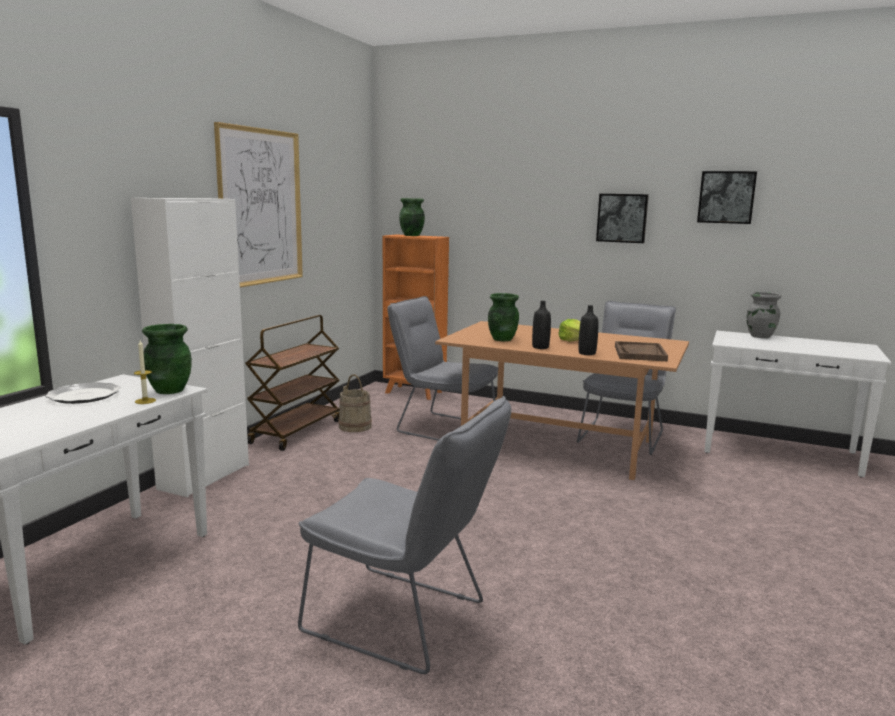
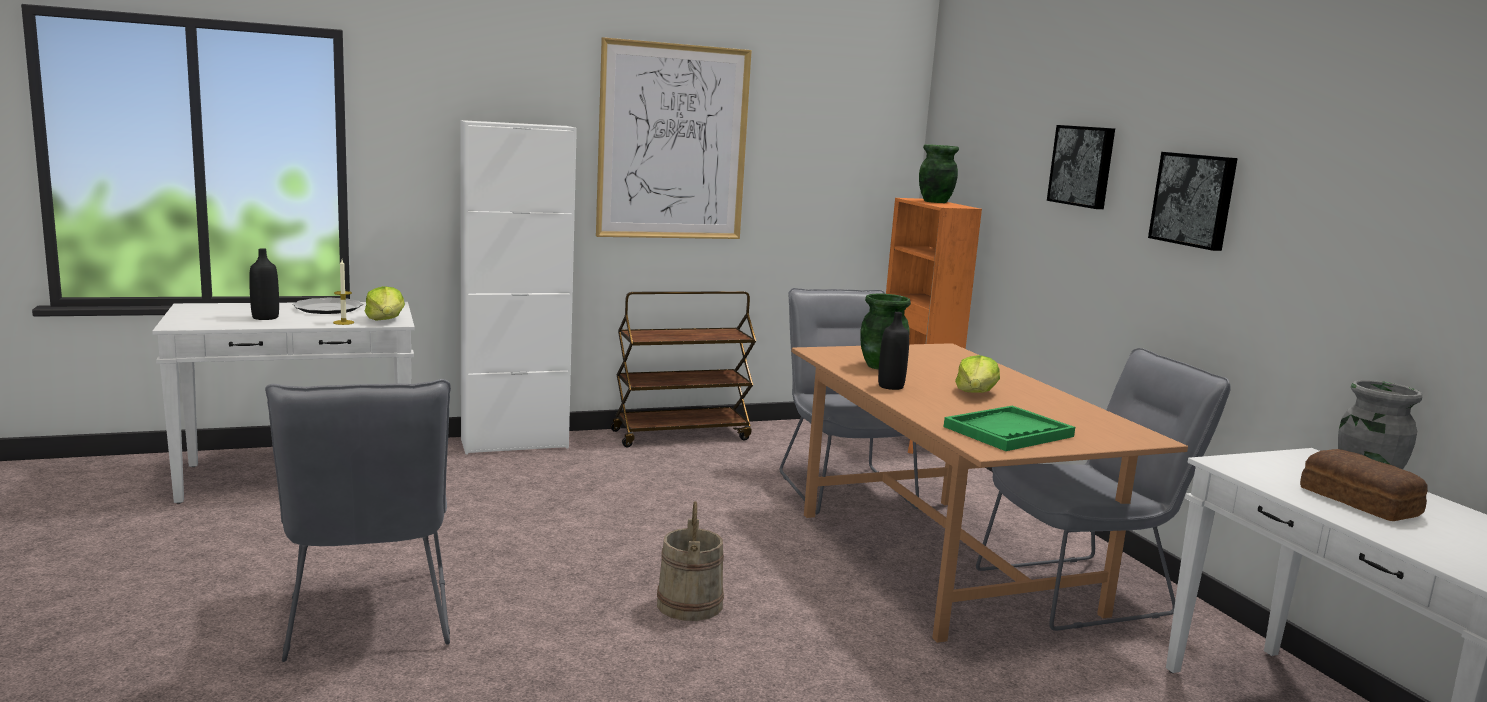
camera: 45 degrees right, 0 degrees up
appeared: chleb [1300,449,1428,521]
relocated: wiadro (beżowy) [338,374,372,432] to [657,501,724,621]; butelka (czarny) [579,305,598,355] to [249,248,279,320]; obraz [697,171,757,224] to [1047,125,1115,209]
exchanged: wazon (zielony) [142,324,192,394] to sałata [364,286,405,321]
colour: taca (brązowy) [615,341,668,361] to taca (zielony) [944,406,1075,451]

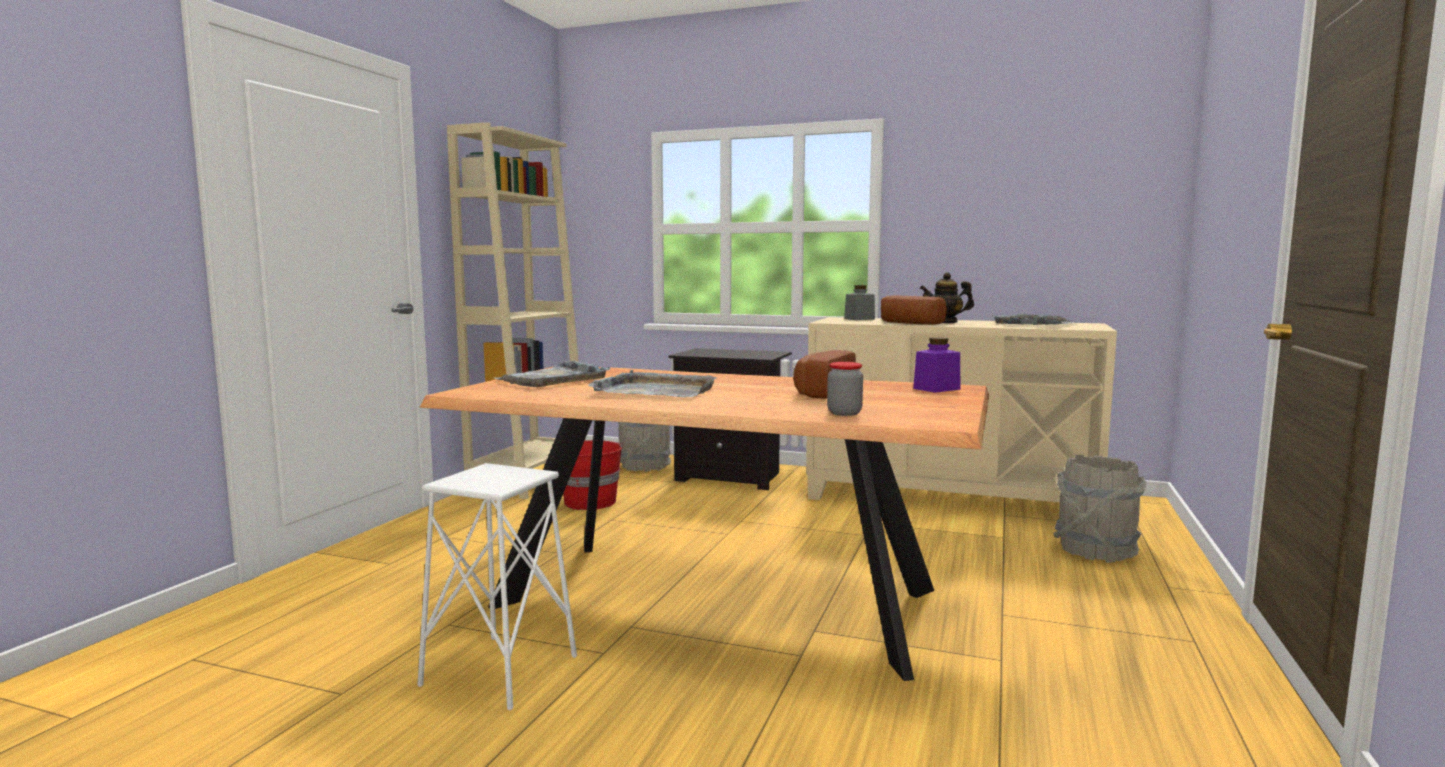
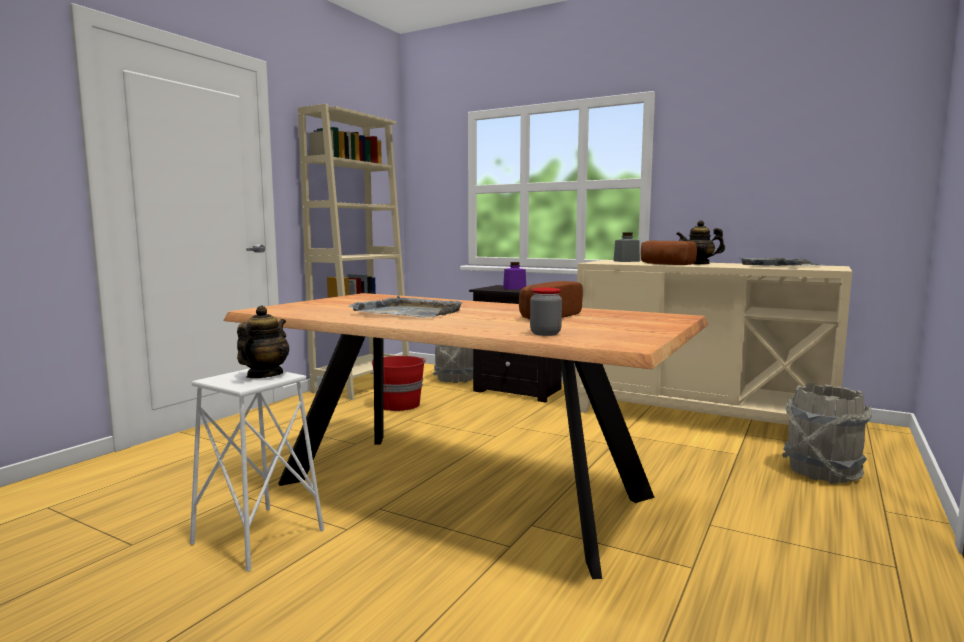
camera: 10 degrees right, 0 degrees up
missing: taca (szary) [495,361,610,387]
appeared: imbryk [237,306,289,378]
relocated: słoik (fioletowy) [913,337,960,393] to [503,262,526,290]

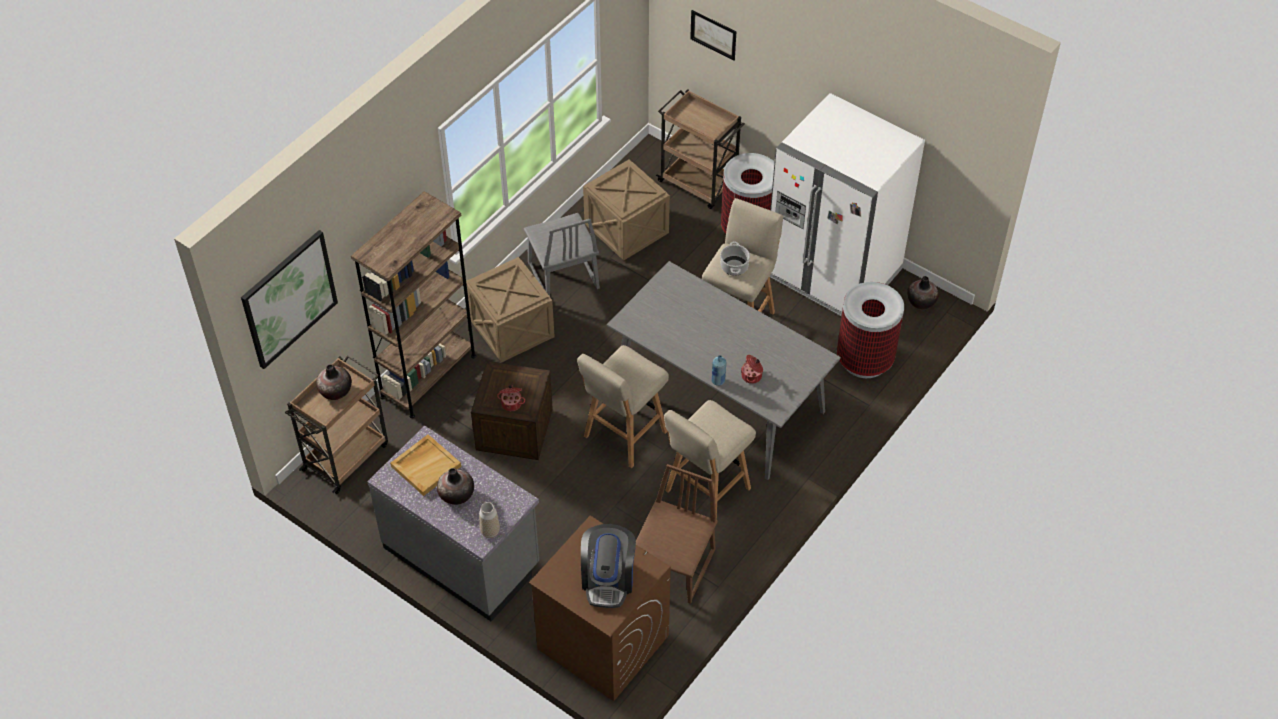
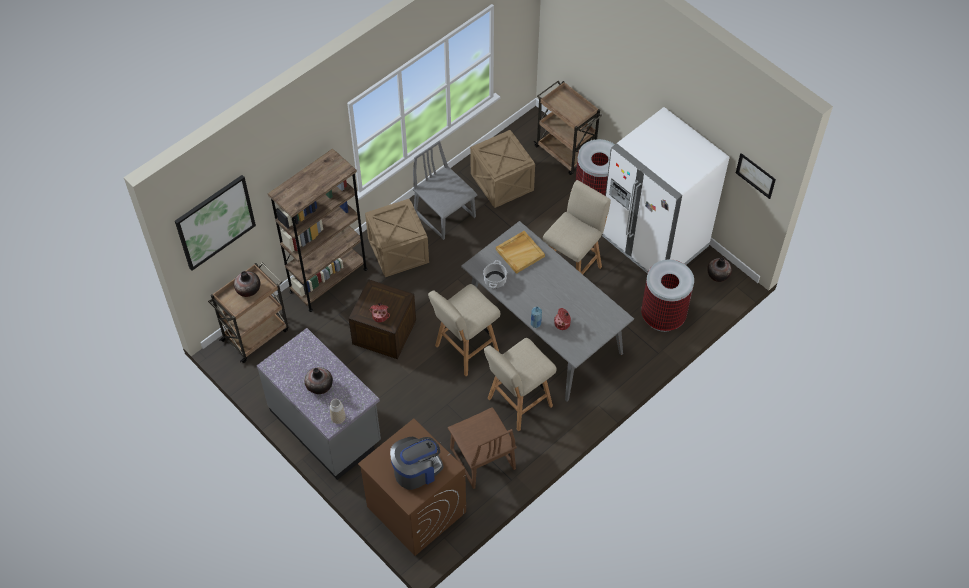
camera: 10 degrees right, 5 degrees up
relocated: taca (beżowy) [390,434,461,496] to [496,231,545,274]; obraz [690,10,736,61] to [736,153,776,199]; garnek [720,242,750,276] to [483,260,507,288]
spun: krzesło (szary) [524,213,600,296] = [413,141,478,240] 150 degrees clockwise; ekspres do kawy [581,524,636,608] = [390,436,444,490] 135 degrees counterclockwise; krzesło (brązowy) [636,464,718,604] = [448,407,517,489] 120 degrees clockwise

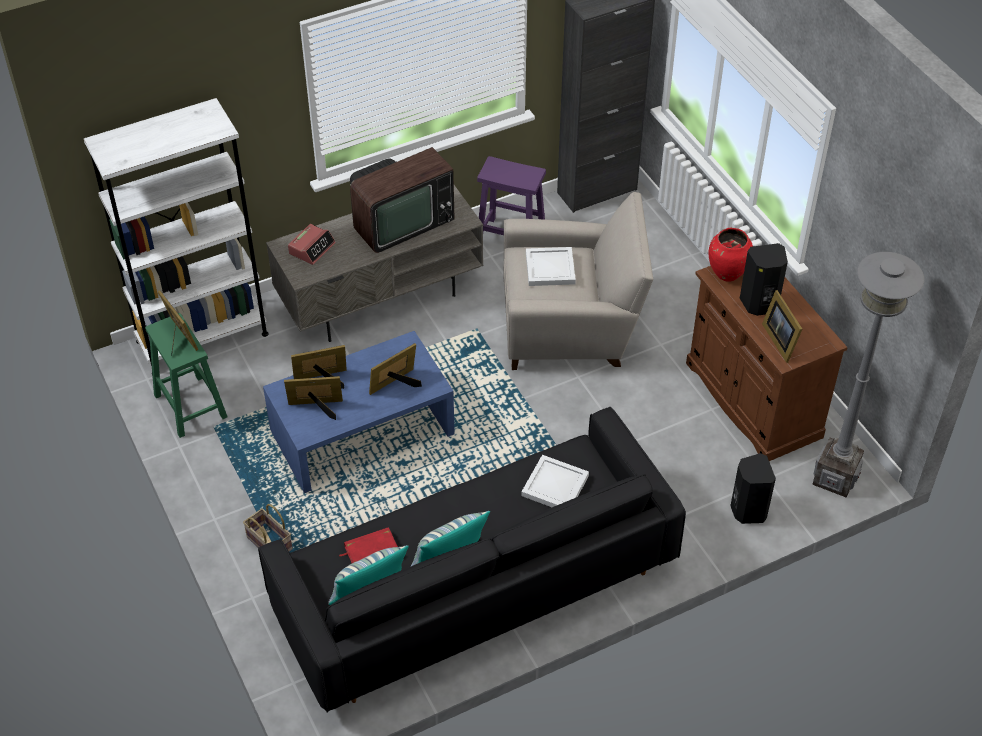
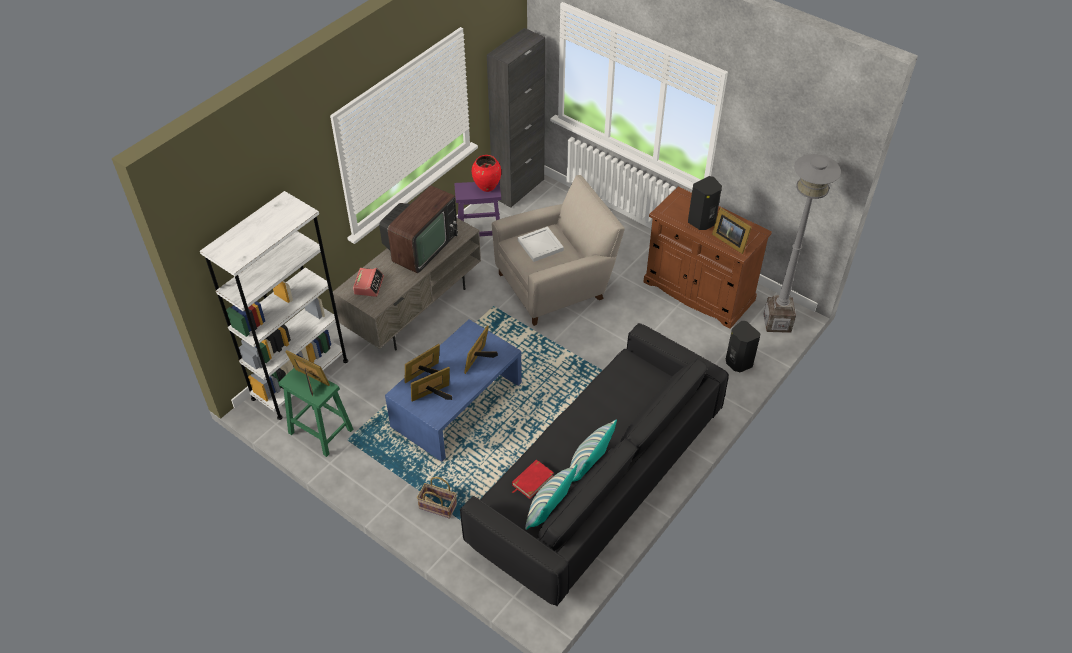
camera: 25 degrees left, 0 degrees up
missing: taca (biały) [521,455,589,507]
relocated: wazon (czerwony) [708,228,753,282] to [472,155,501,192]

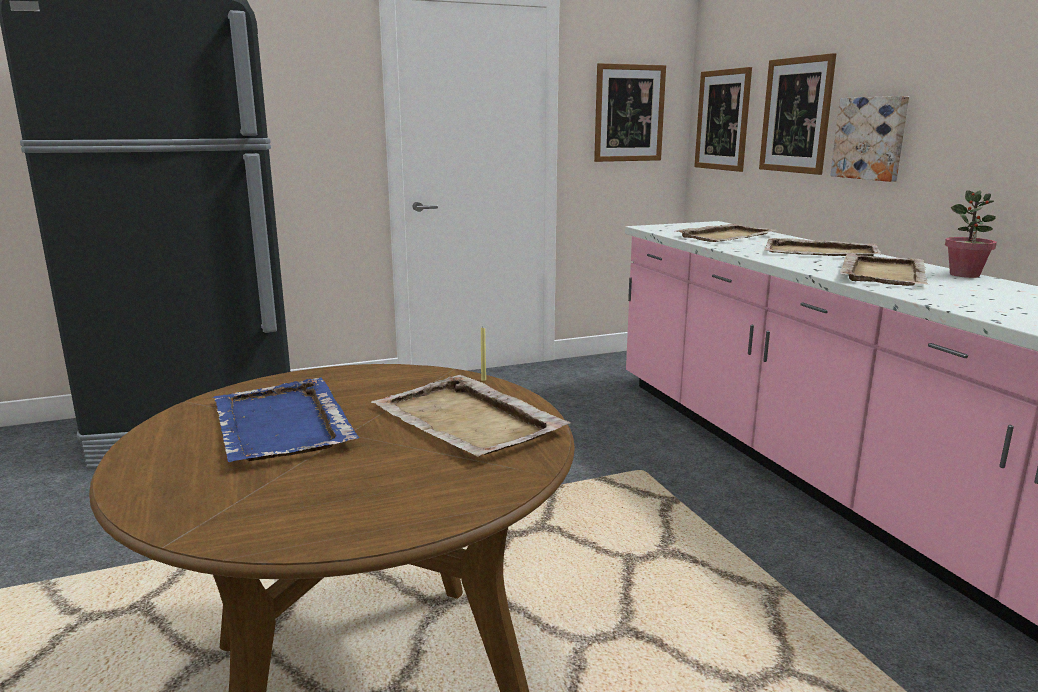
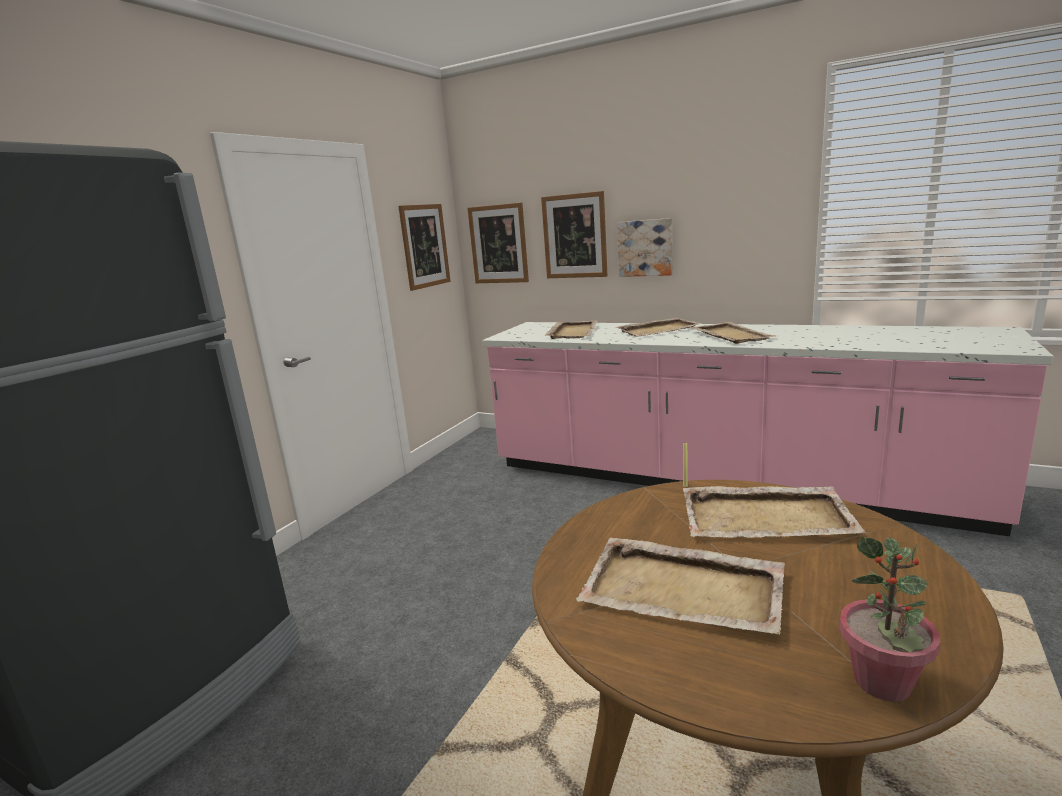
camera: 40 degrees left, 0 degrees up
relocated: roślina doniczkowa [945,190,997,278] to [839,537,940,702]
colour: taca (niebieski) [213,378,359,462] to taca (beżowy) [576,538,785,635]

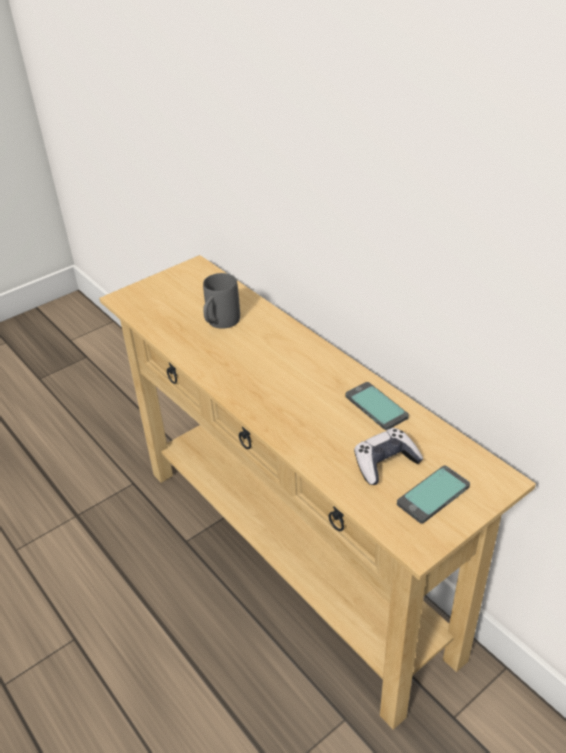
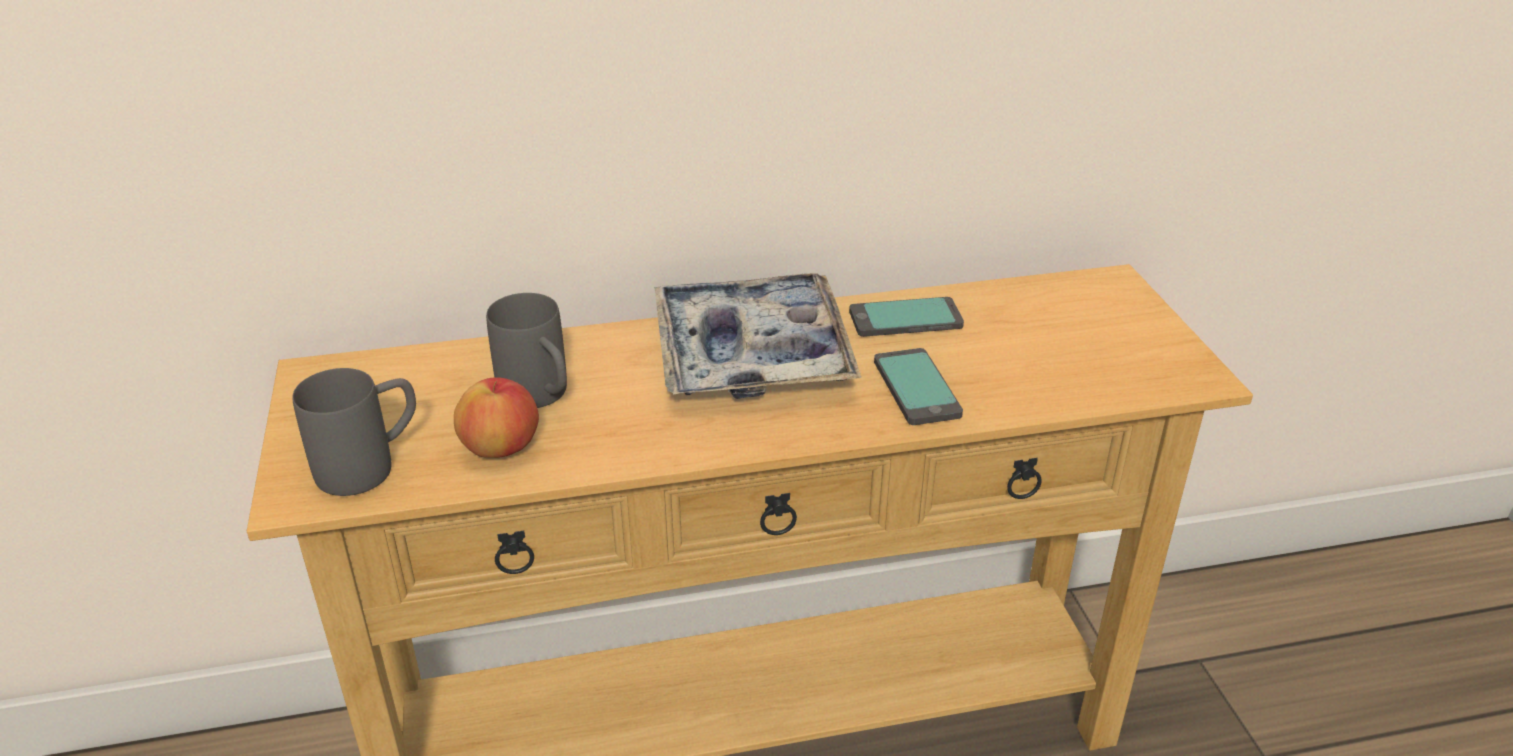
camera: 65 degrees left, 5 degrees down
missing: pad do gier [354,428,423,485]
appeared: kubek (szary) [292,368,416,496]; jabłko [454,377,539,458]; taca [654,273,861,399]
relocated: telefon [397,465,470,524] to [874,348,963,425]

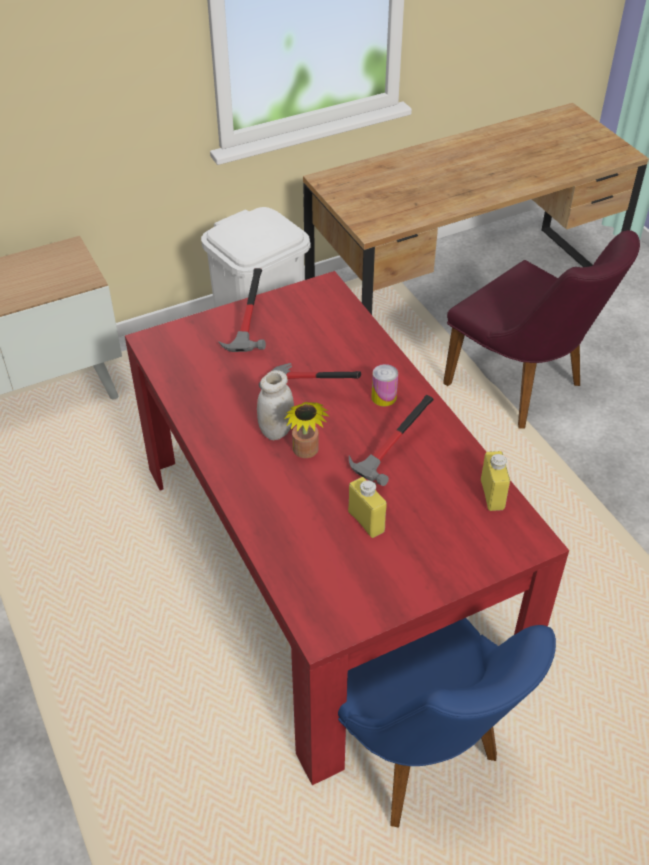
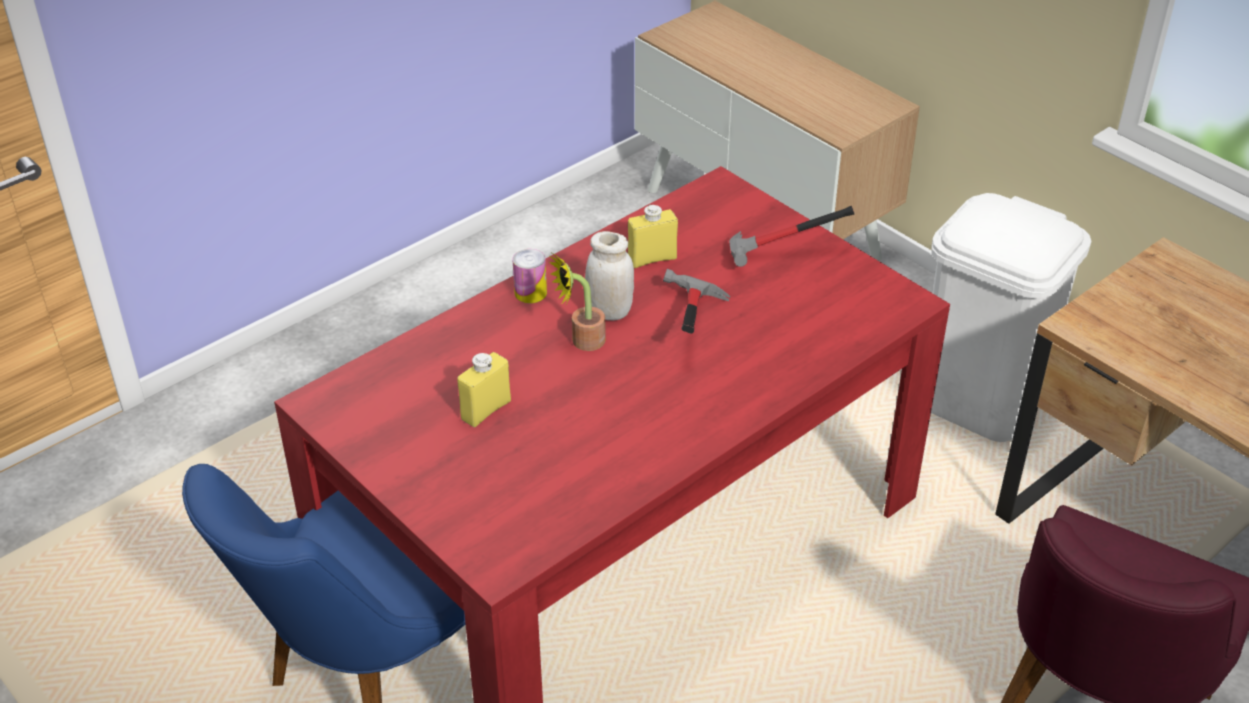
camera: 75 degrees right, 5 degrees down
missing: młotek [349,395,434,486]
relocated: puszka [372,364,398,406] to [513,249,547,303]; butelka (żółty) [481,451,510,511] to [628,205,678,268]

